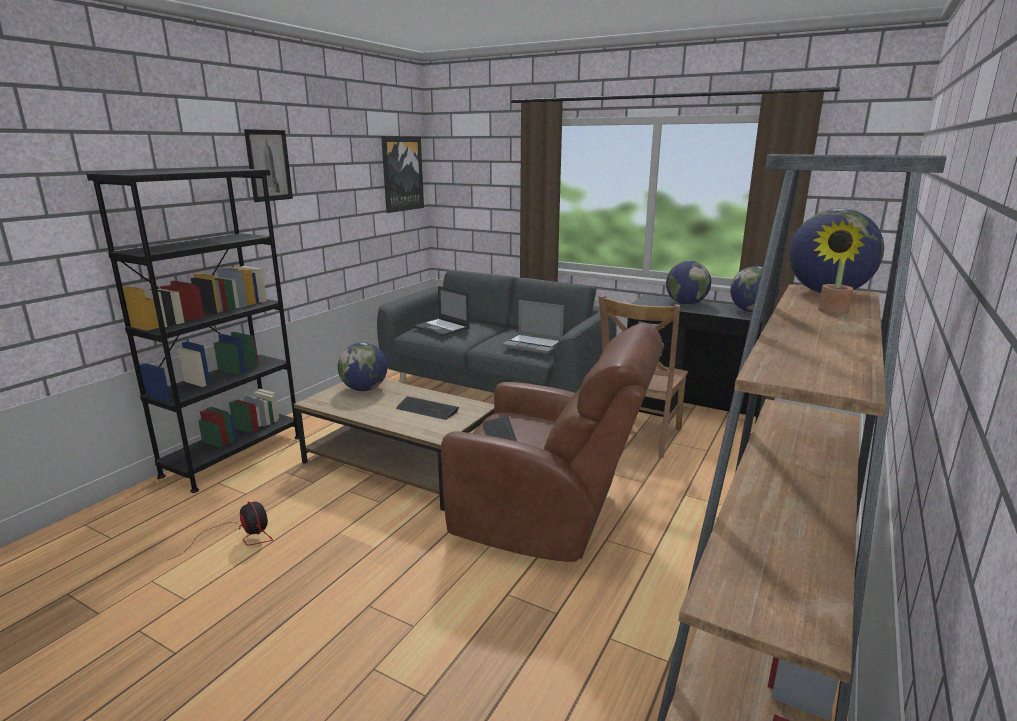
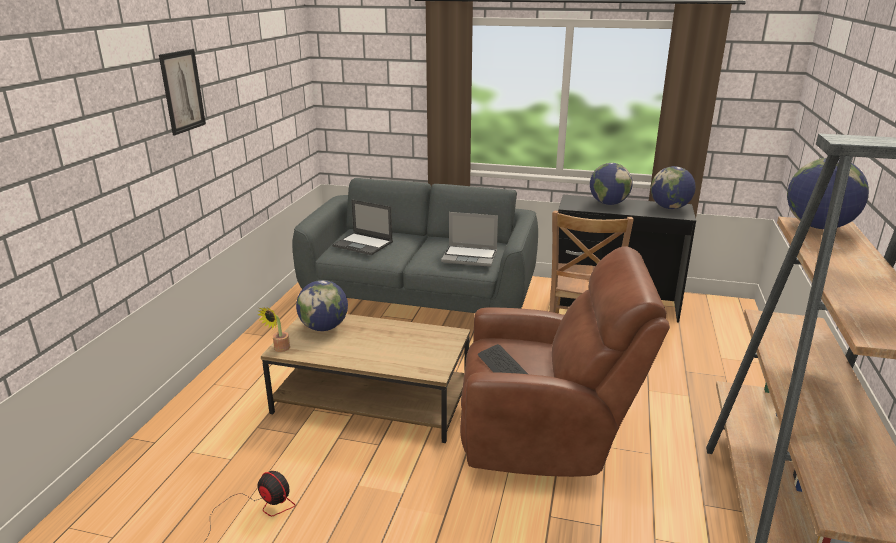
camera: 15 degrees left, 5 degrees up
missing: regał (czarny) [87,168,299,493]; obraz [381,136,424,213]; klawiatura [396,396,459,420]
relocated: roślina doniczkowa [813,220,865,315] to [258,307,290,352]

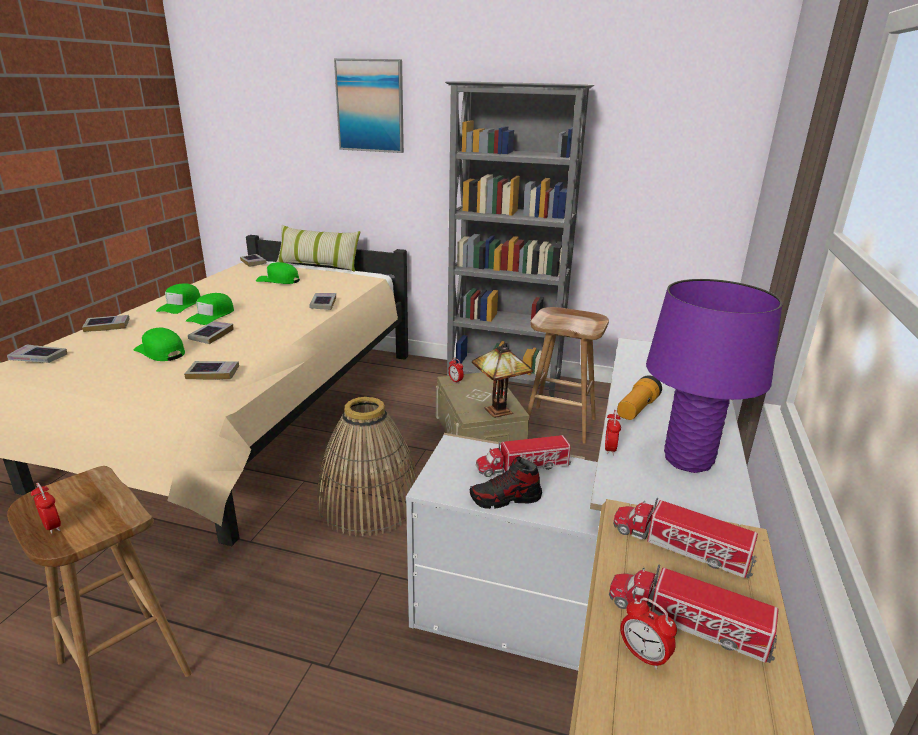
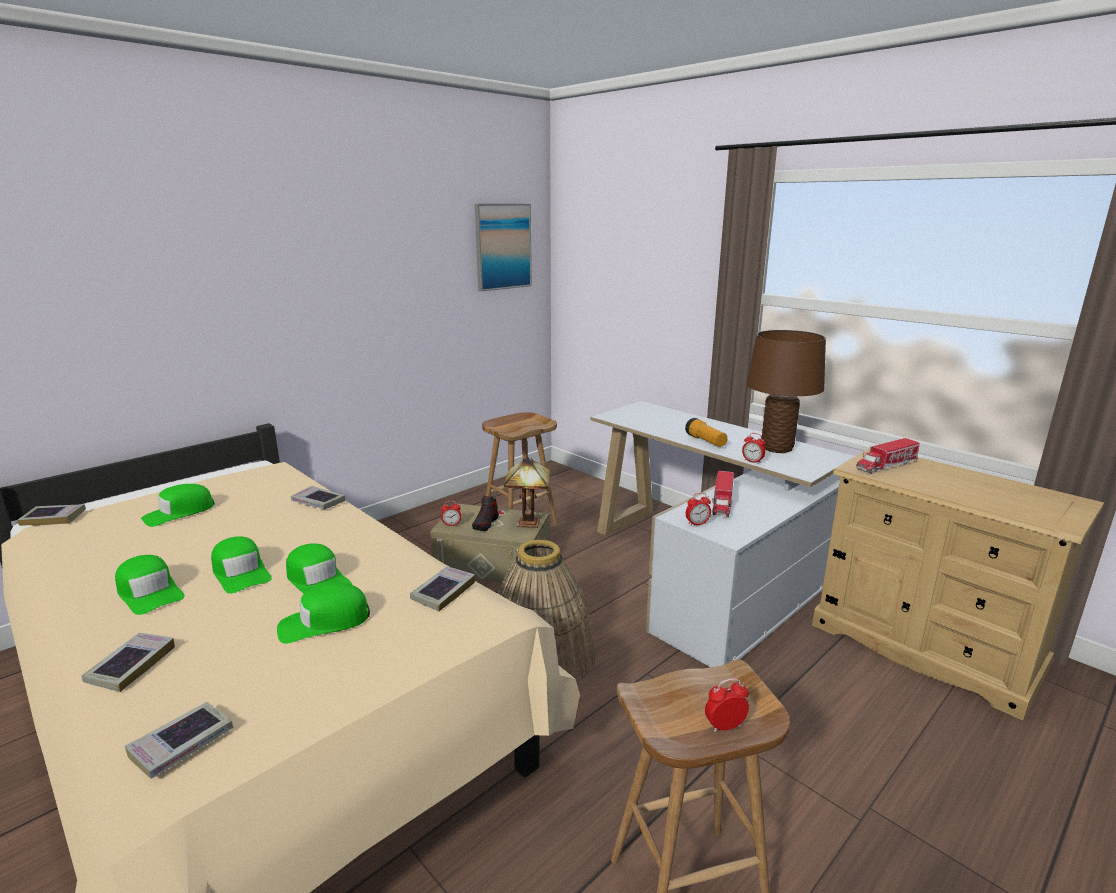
camera: 60 degrees left, 5 degrees down
missing: poduszka [276,225,360,272]; regał (szary) [445,81,594,397]; ciężarówka zabawkowa [609,564,779,663]
relocated: obraz [334,58,404,153] to [475,204,532,292]; but [470,456,542,509] to [472,495,498,531]; budzik [620,597,677,670] to [686,493,711,526]
exchanged: książka [188,321,234,344] to czapka z daszkiem (zielony) [286,543,352,594]
colour: lampa stołowa (fioletowy) [646,279,783,473] to lampa stołowa (brązowy) [746,330,826,453]

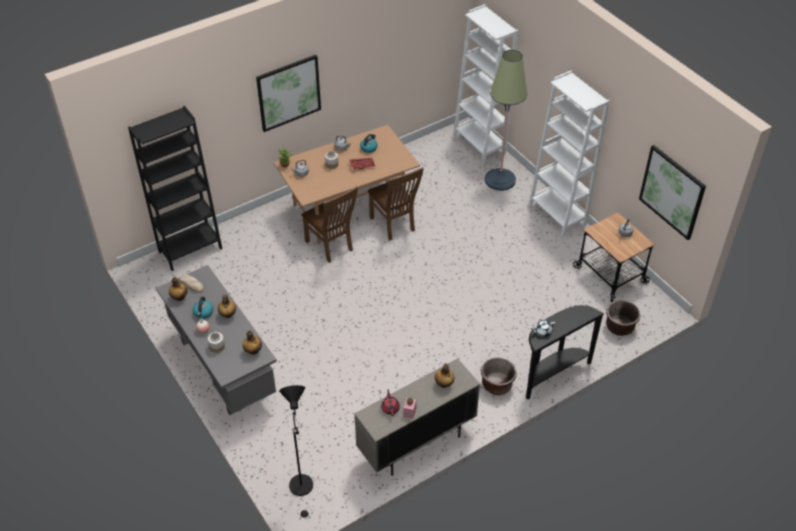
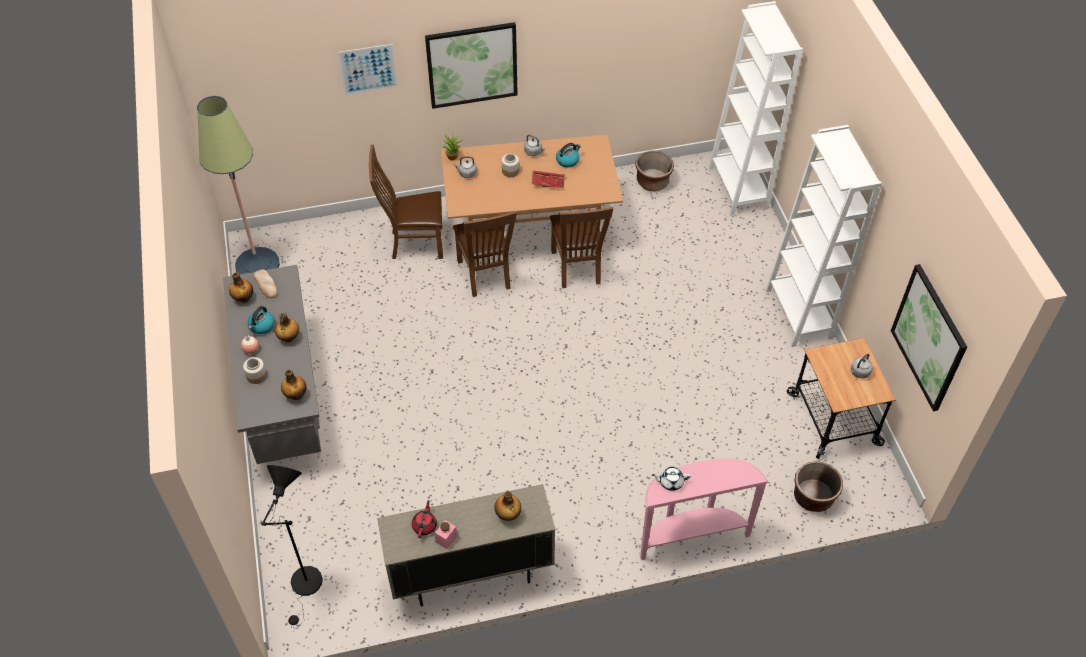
camera: 20 degrees right, 5 degrees up
missing: regał (czarny) [128,106,222,271]
appeared: obraz [338,44,398,95]; krzesło (brązowy) [369,145,443,259]
relocated: donica (brązowy) [481,358,517,395] to [635,151,674,191]; lampa stojąca [485,50,527,191] to [197,96,280,275]
colour: stolik konsolowy (czarny) [526,305,604,399] to stolik konsolowy (różowy) [640,458,768,560]

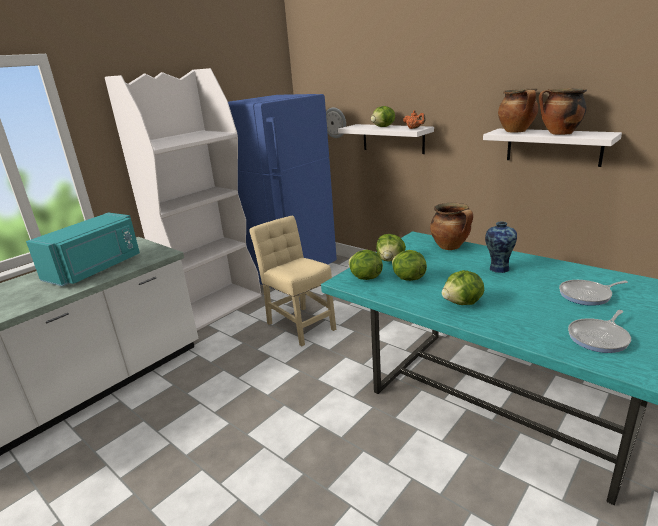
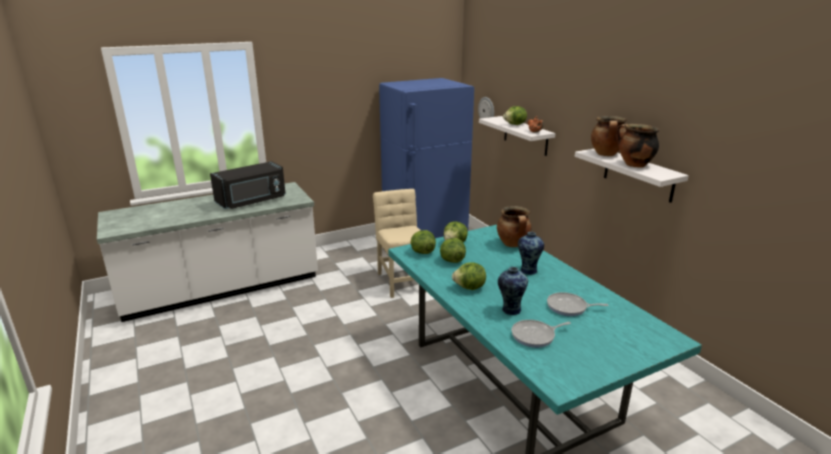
camera: 20 degrees right, 0 degrees up
missing: regał (biały) [105,68,262,331]
appeared: wazon [498,267,528,315]
colour: mikrofalówka (turkusowy) [26,213,140,286] to mikrofalówka (czarny) [210,161,286,209]

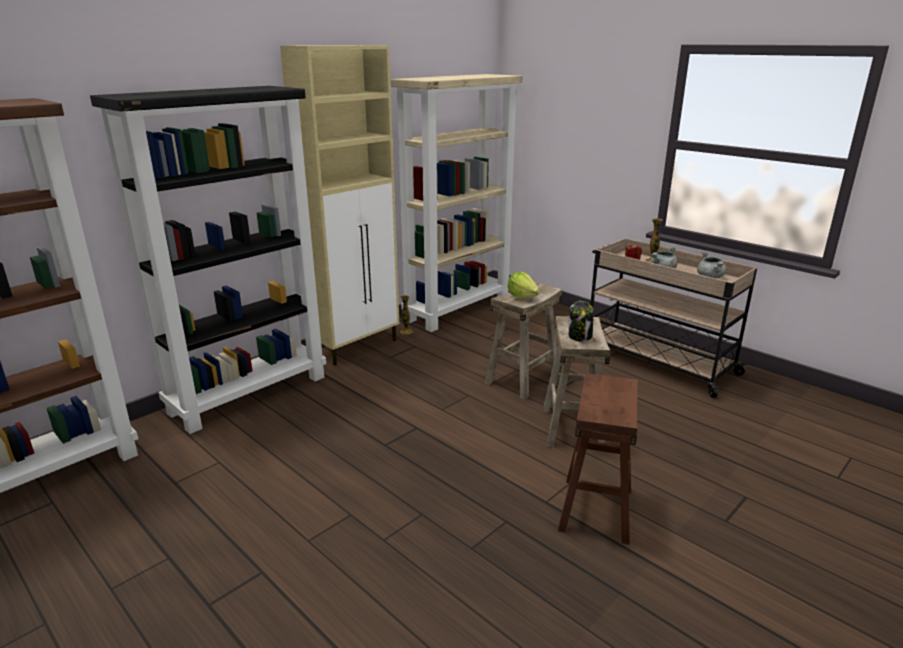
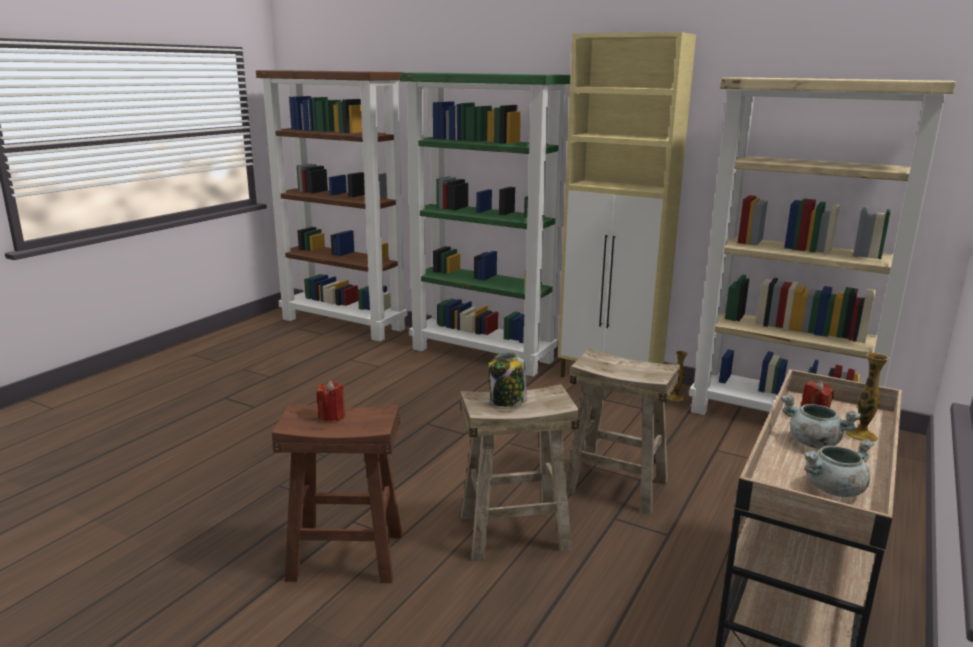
camera: 75 degrees right, 5 degrees down
missing: sałata [508,272,540,299]
appeared: świeca (czerwony) [317,380,345,421]
colour: regał (czarny) [90,86,326,434] to regał (zielony) [400,73,571,377]

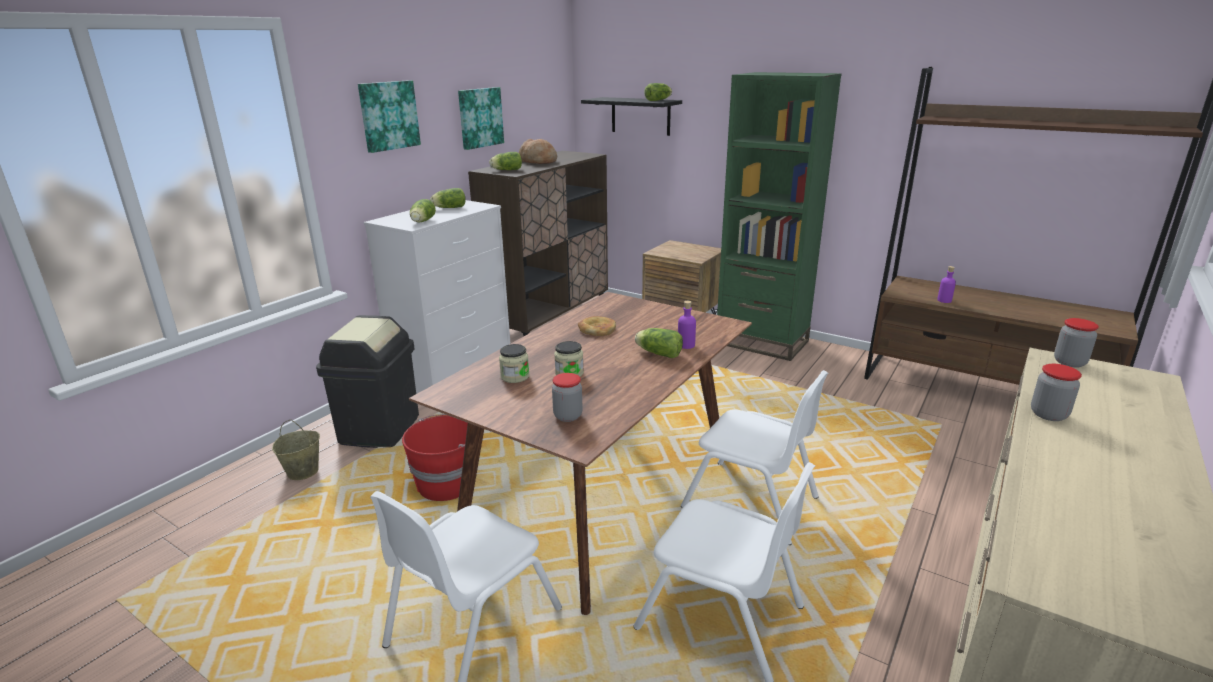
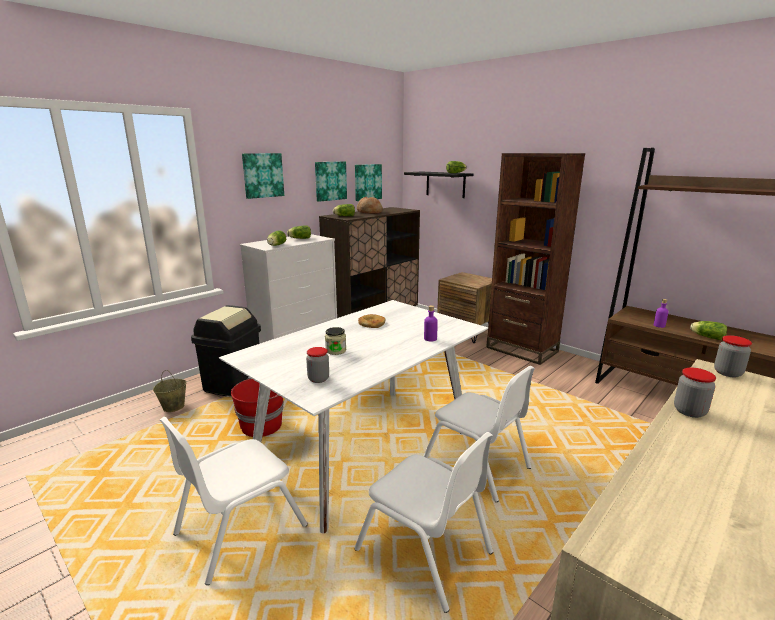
camera: 10 degrees right, 5 degrees down
missing: słoik [499,344,530,383]
appeared: obraz [355,164,382,201]
relocated: sałata [635,328,683,358] to [690,321,727,340]
colour: stół jadalny (brązowy) [409,292,752,615] to stół jadalny (biały) [219,300,488,533]; regał (zielony) [717,72,842,361] to regał (brązowy) [486,153,585,365]

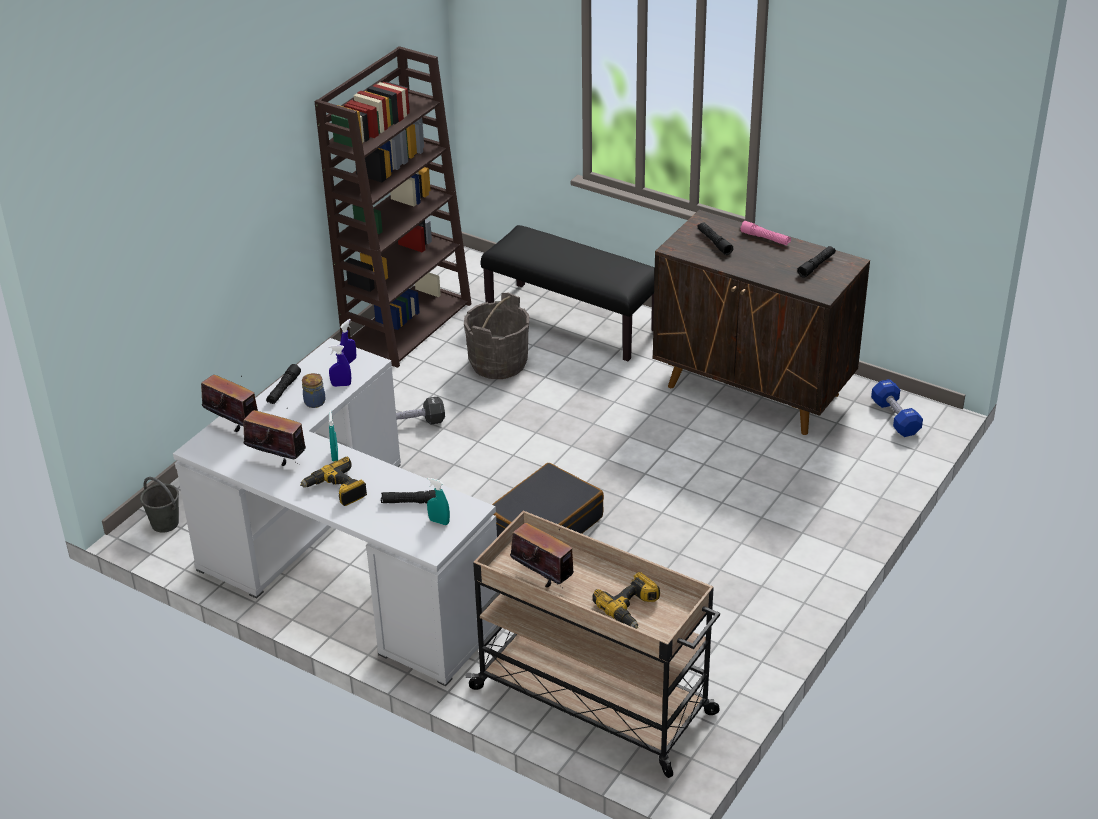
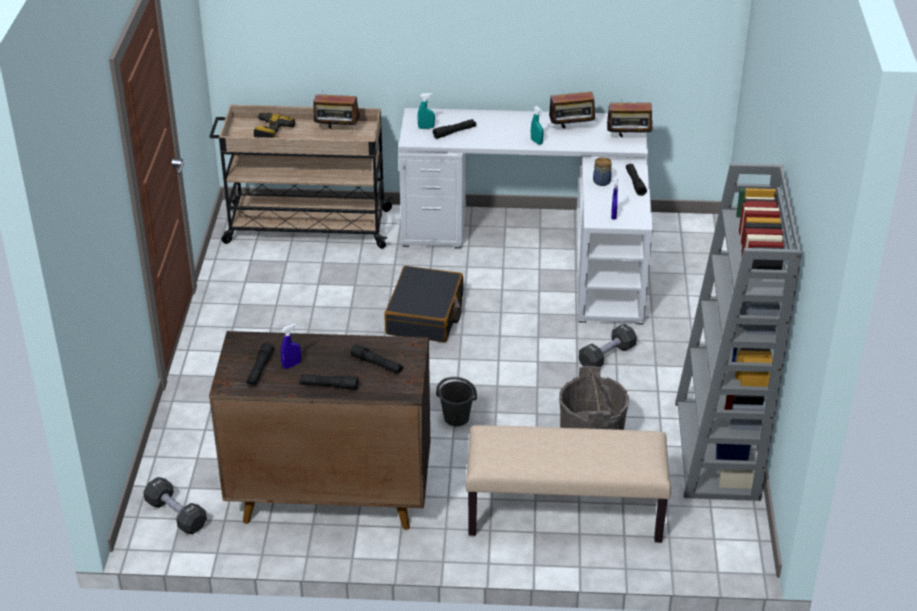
camera: 150 degrees right, 0 degrees up
missing: wiertarka [300,457,367,506]
relocated: wiadro (szary) [140,477,179,533] to [436,377,477,426]; spryskiwacz (niebieski) [329,345,351,387] to [281,323,301,369]
colour: regał (brązowy) [315,46,472,368] to regał (szary) [675,163,802,501]; ławka (czarny) [481,225,655,361] to ławka (beżowy) [466,425,671,543]; latarka (różowy) [740,221,791,245] to latarka (czarny) [299,374,359,390]; hantel (niebieski) [871,379,923,437] to hantel (czarny) [143,477,207,534]

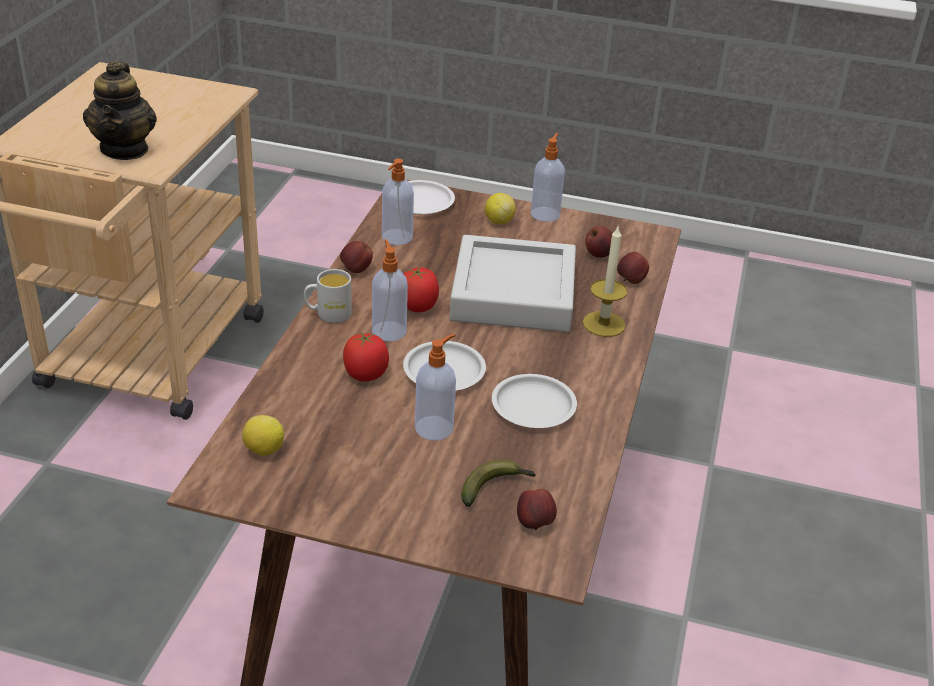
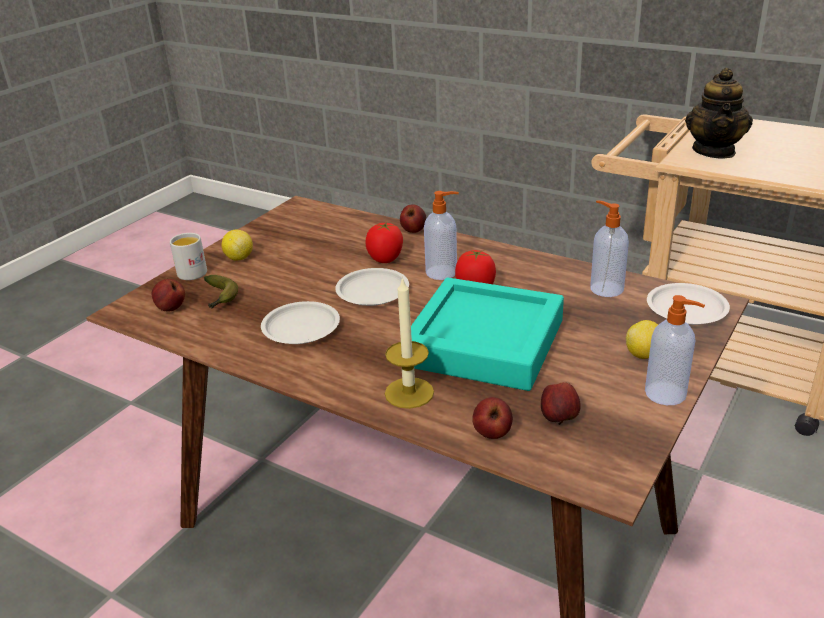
camera: 110 degrees right, 5 degrees down
missing: dozownik mydła [415,334,456,441]
relocated: cytryna [242,415,284,456] to [221,229,253,260]; kubek (biały) [304,269,352,323] to [170,233,207,280]; jabłko [340,241,373,273] to [400,204,427,233]
colour: taca (szary) [450,235,576,332] to taca (turkusowy) [411,278,564,391]
spun: imbryk [83,61,157,160] = [685,67,753,159] 90 degrees counterclockwise

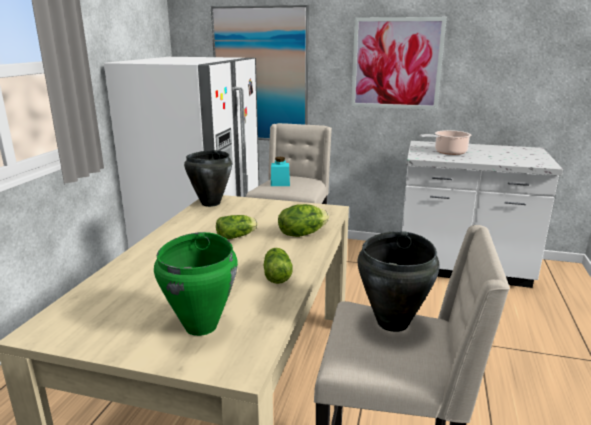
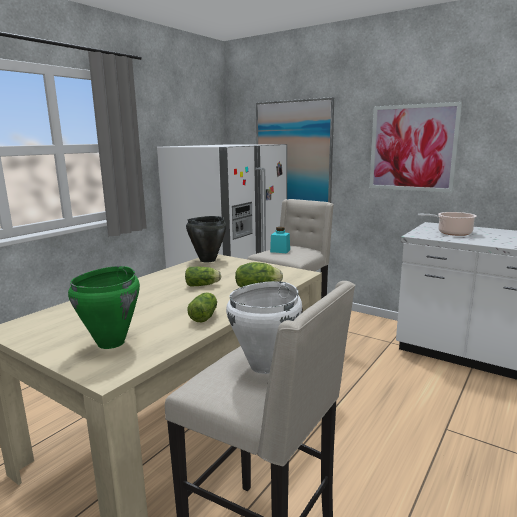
camera: 20 degrees right, 5 degrees down
colour: garnek (czarny) [357,231,440,332] to garnek (biały) [226,281,302,374]

